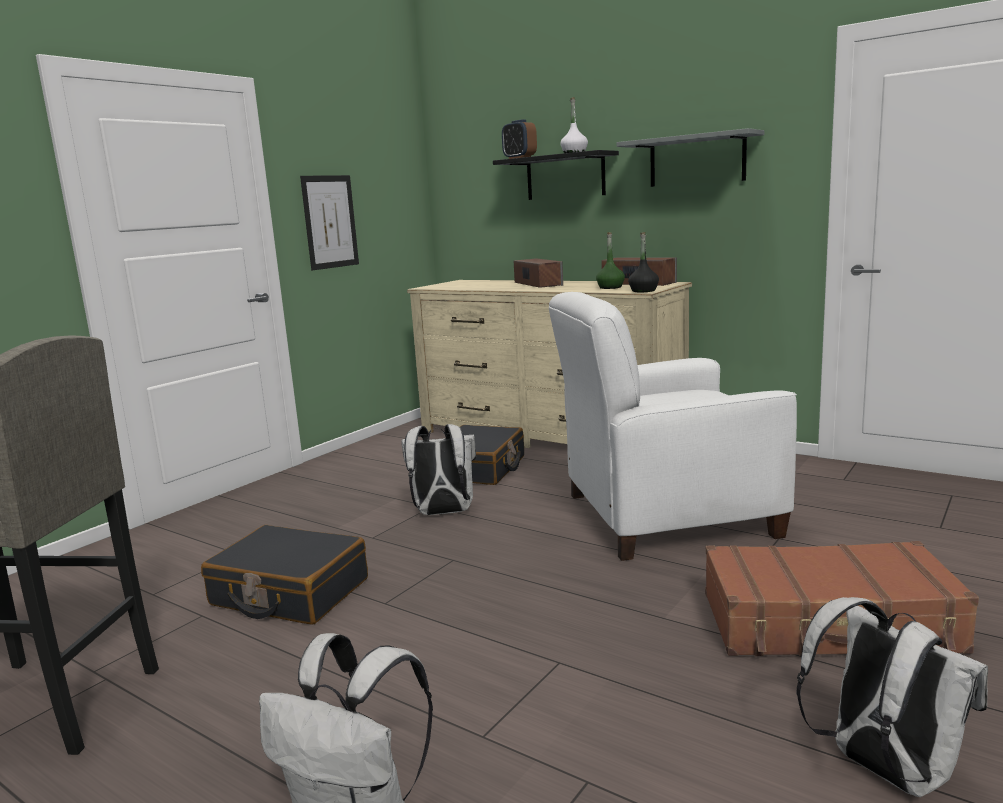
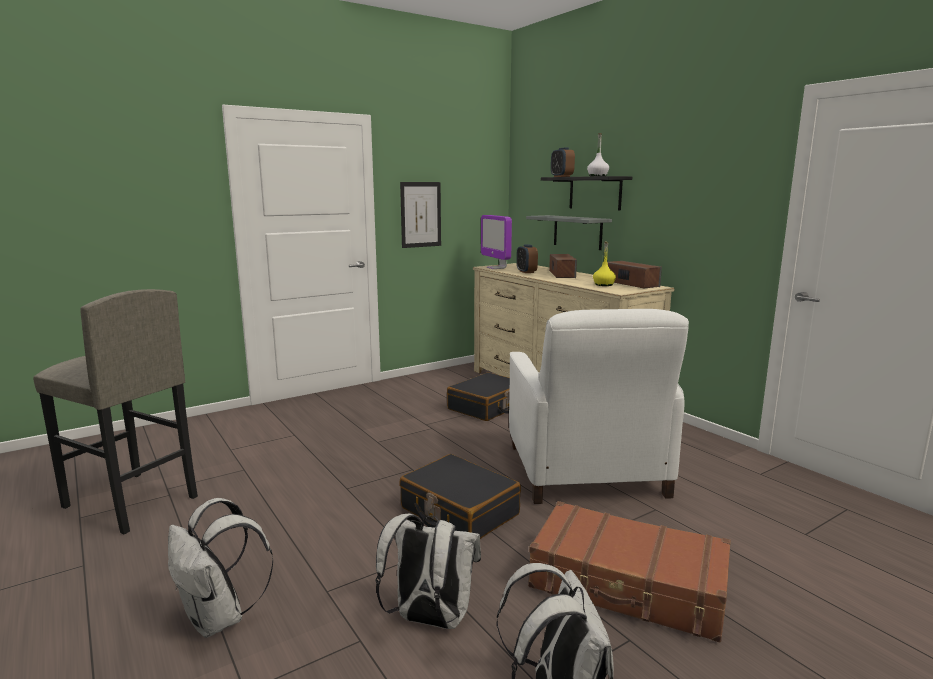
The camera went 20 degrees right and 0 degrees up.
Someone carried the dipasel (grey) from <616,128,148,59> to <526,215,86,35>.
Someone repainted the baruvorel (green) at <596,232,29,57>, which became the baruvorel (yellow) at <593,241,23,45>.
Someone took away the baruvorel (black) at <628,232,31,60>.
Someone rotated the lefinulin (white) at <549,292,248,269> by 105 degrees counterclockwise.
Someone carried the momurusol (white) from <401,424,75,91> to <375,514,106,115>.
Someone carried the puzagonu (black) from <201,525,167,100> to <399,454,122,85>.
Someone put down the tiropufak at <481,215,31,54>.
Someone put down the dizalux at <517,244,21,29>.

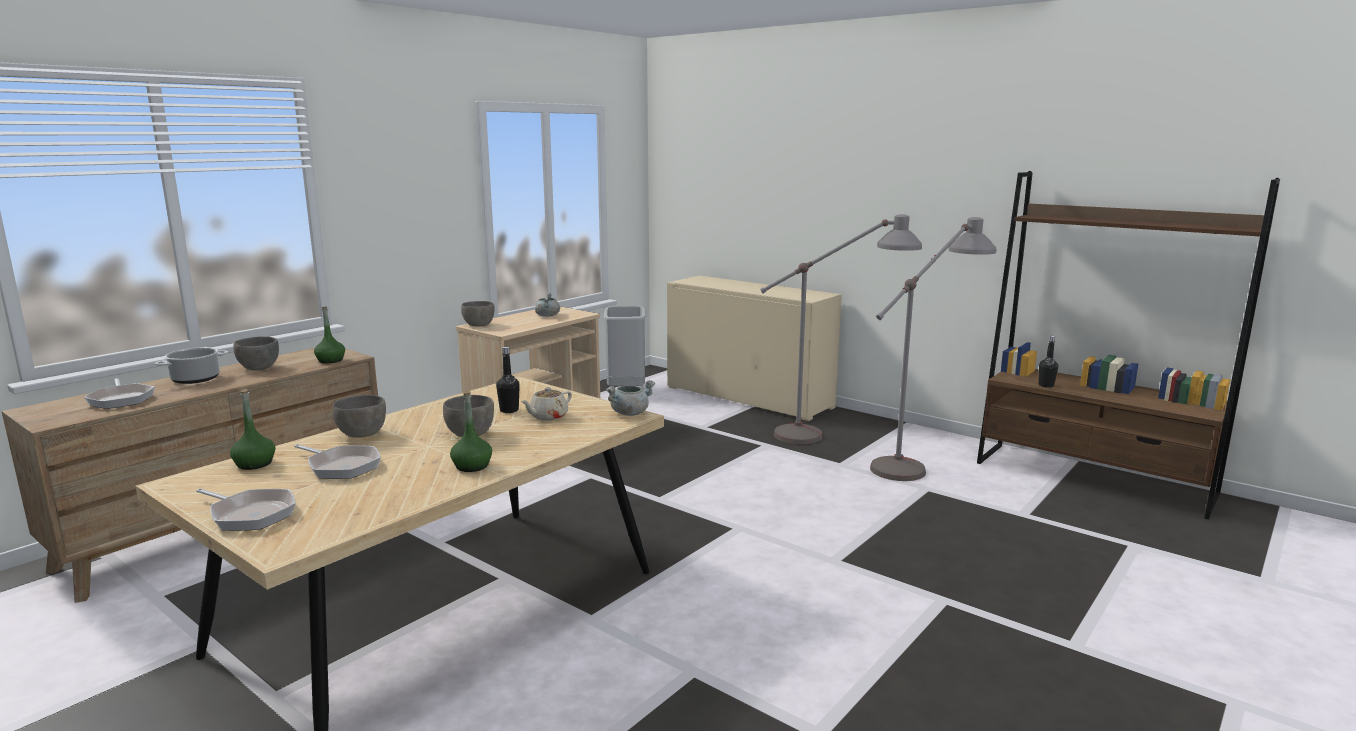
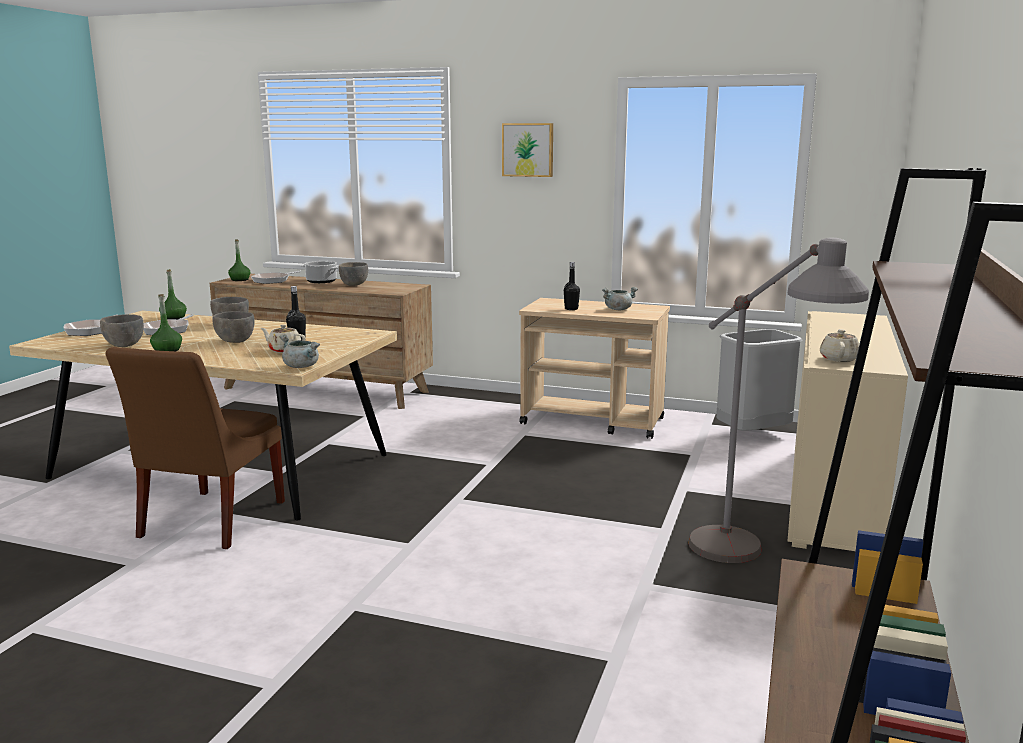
The camera went 70 degrees right and 0 degrees up.
Someone took away the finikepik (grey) at <870,217,126,264>.
Someone carried the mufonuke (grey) from <461,301,34,25> to <100,314,44,33>.
Someone carried the baruvorel (green) from <314,306,31,57> to <228,239,22,42>.
Someone carried the baruvorel (black) from <1038,336,20,52> to <564,262,16,48>.
Someone put up the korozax at <502,123,51,54>.
Someone put down the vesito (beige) at <820,329,39,33>.
Someone put down the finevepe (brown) at <106,347,179,202>.

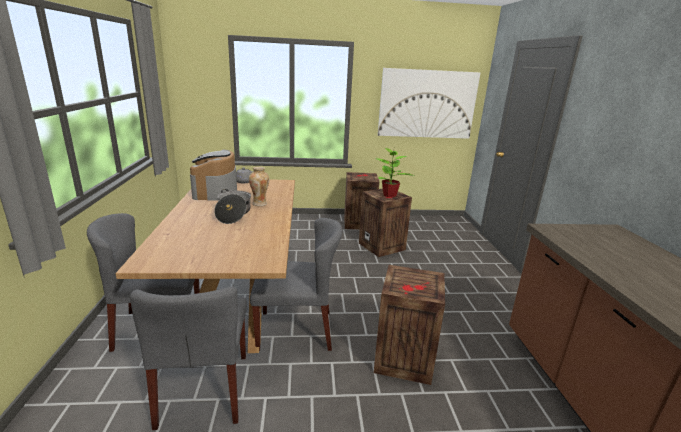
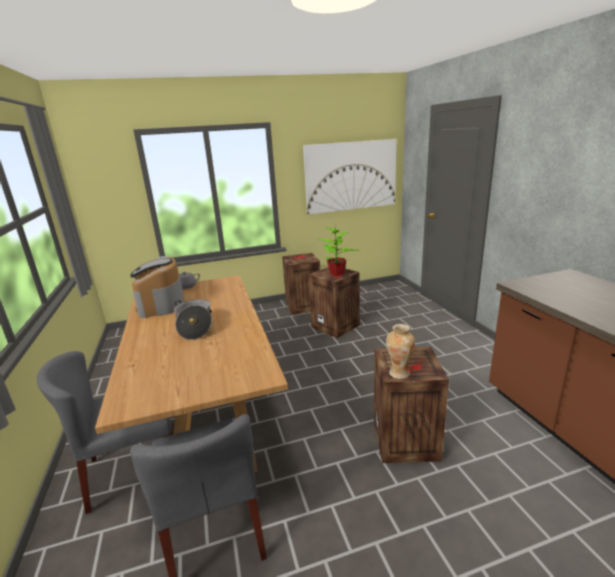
The camera went 10 degrees left and 0 degrees up.
Someone carried the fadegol from <249,167,20,39> to <386,324,29,55>.
Someone took away the finevepe (grey) at <250,218,93,133>.

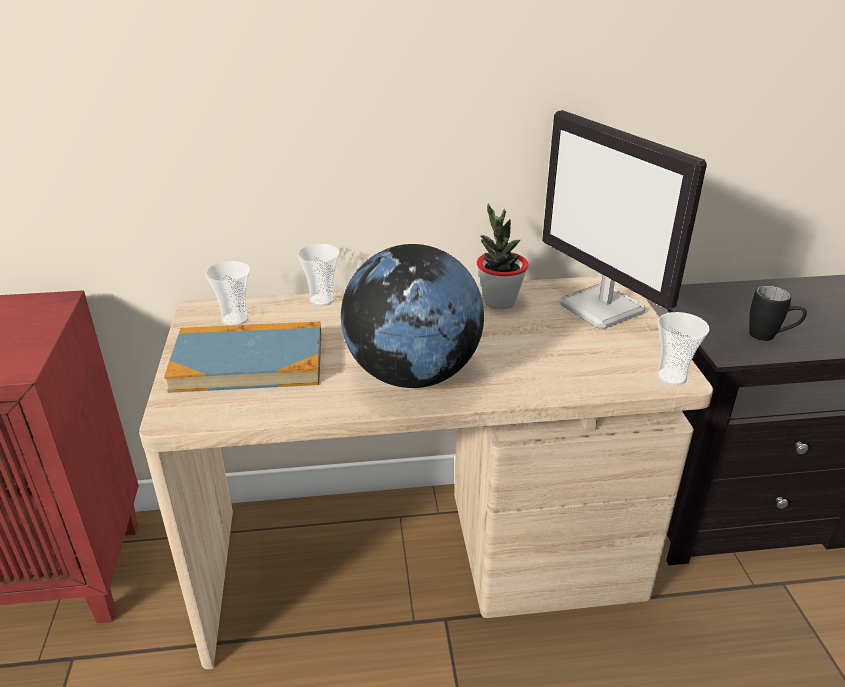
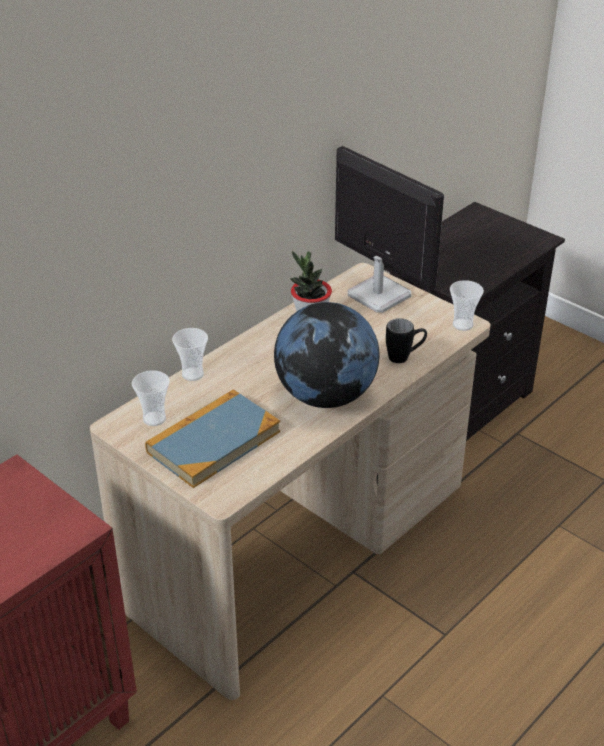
The camera went 40 degrees left and 5 degrees up.
Someone rotated the tiropufak at <542,110,165,219> by 150 degrees counterclockwise.
Someone carried the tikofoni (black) from <749,286,58,55> to <386,318,41,45>.

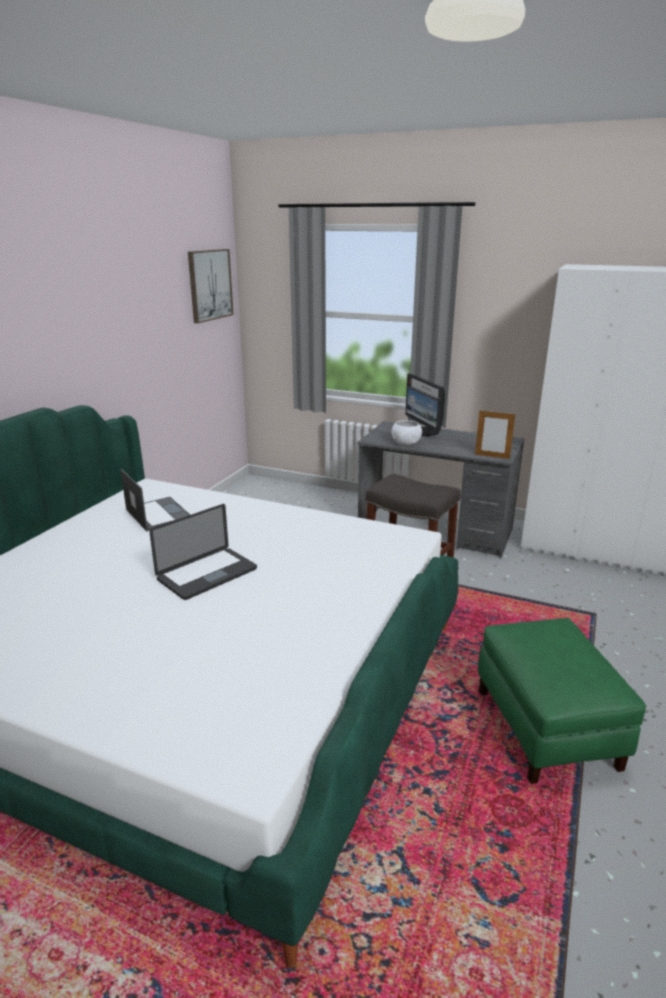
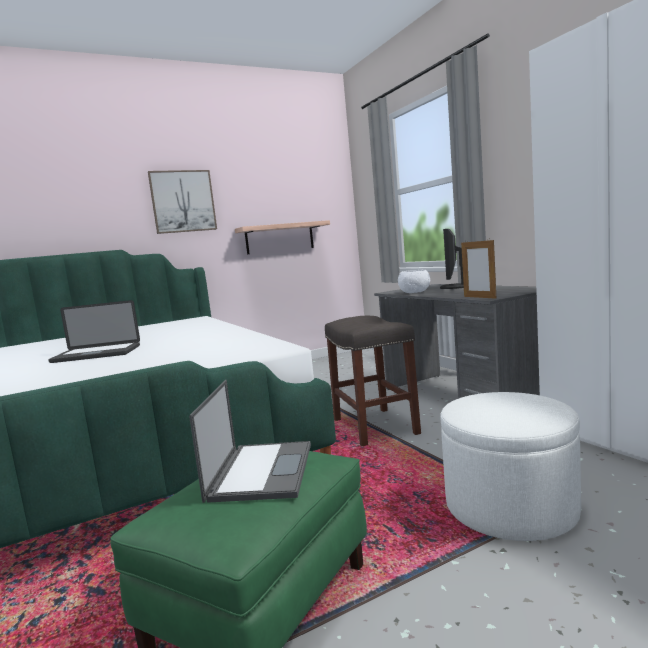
The camera went 40 degrees right and 15 degrees down.
Someone carried the korozax from <188,249,46,74> to <148,170,69,64>.
Someone carried the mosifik from <120,469,70,63> to <189,380,122,123>.
Someone put up the dipasel at <235,220,95,34>.
Someone put down the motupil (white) at <440,392,141,149>.

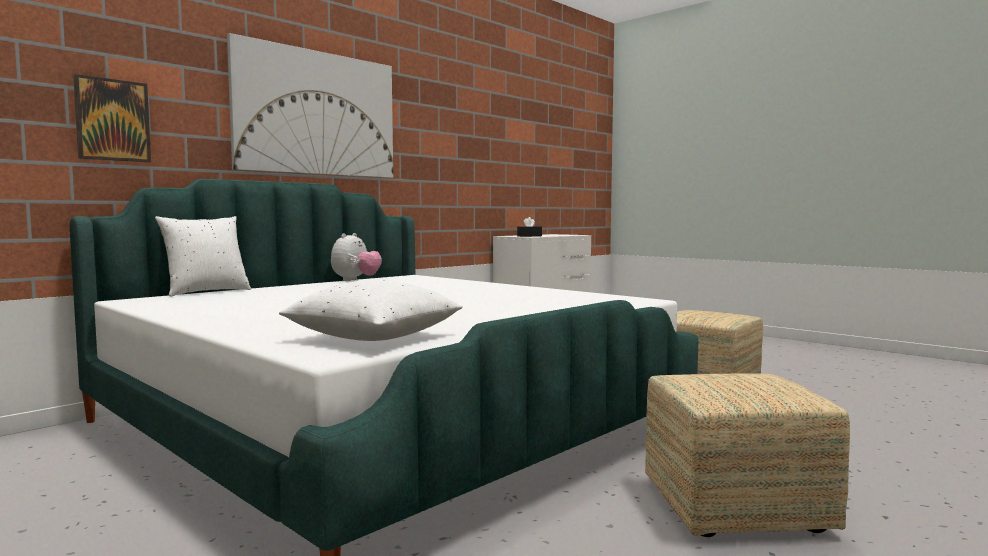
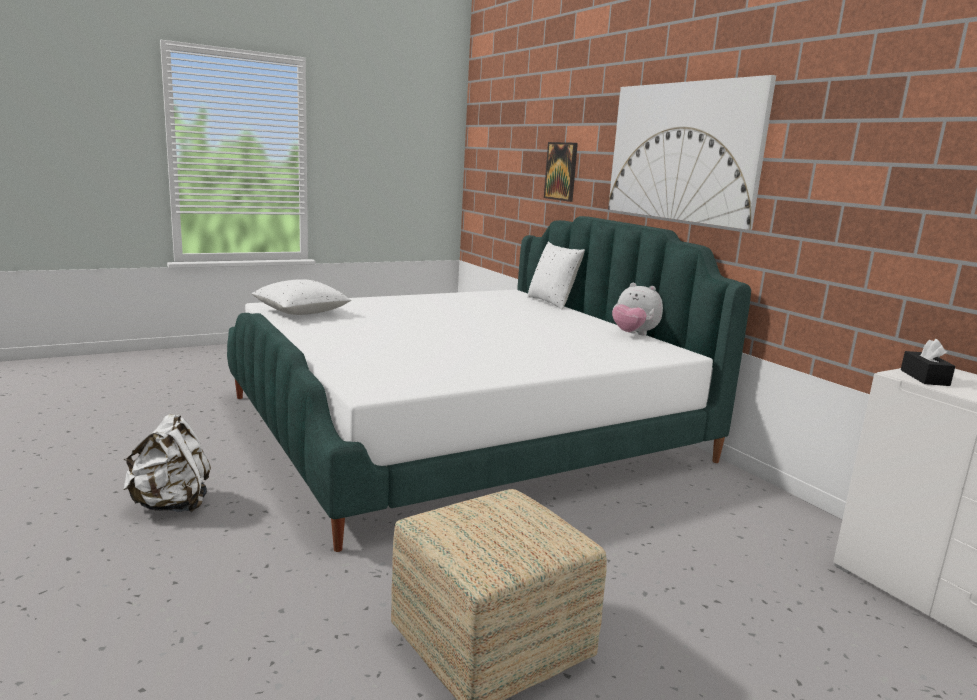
The camera went 105 degrees right and 10 degrees up.
Someone swapped the motupil at <645,373,205,164> for the momurusol (white) at <123,414,88,98>.

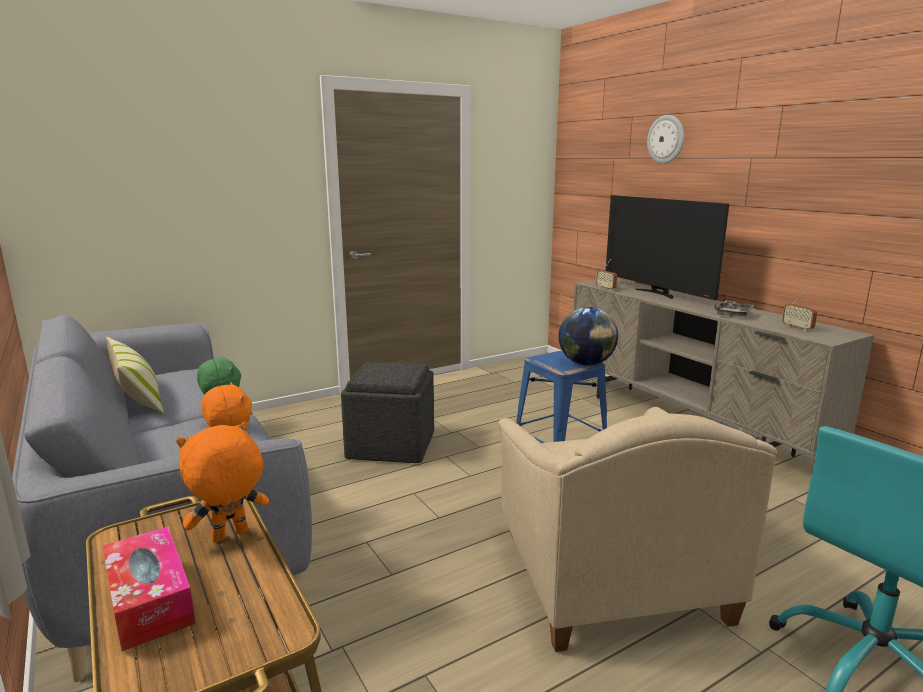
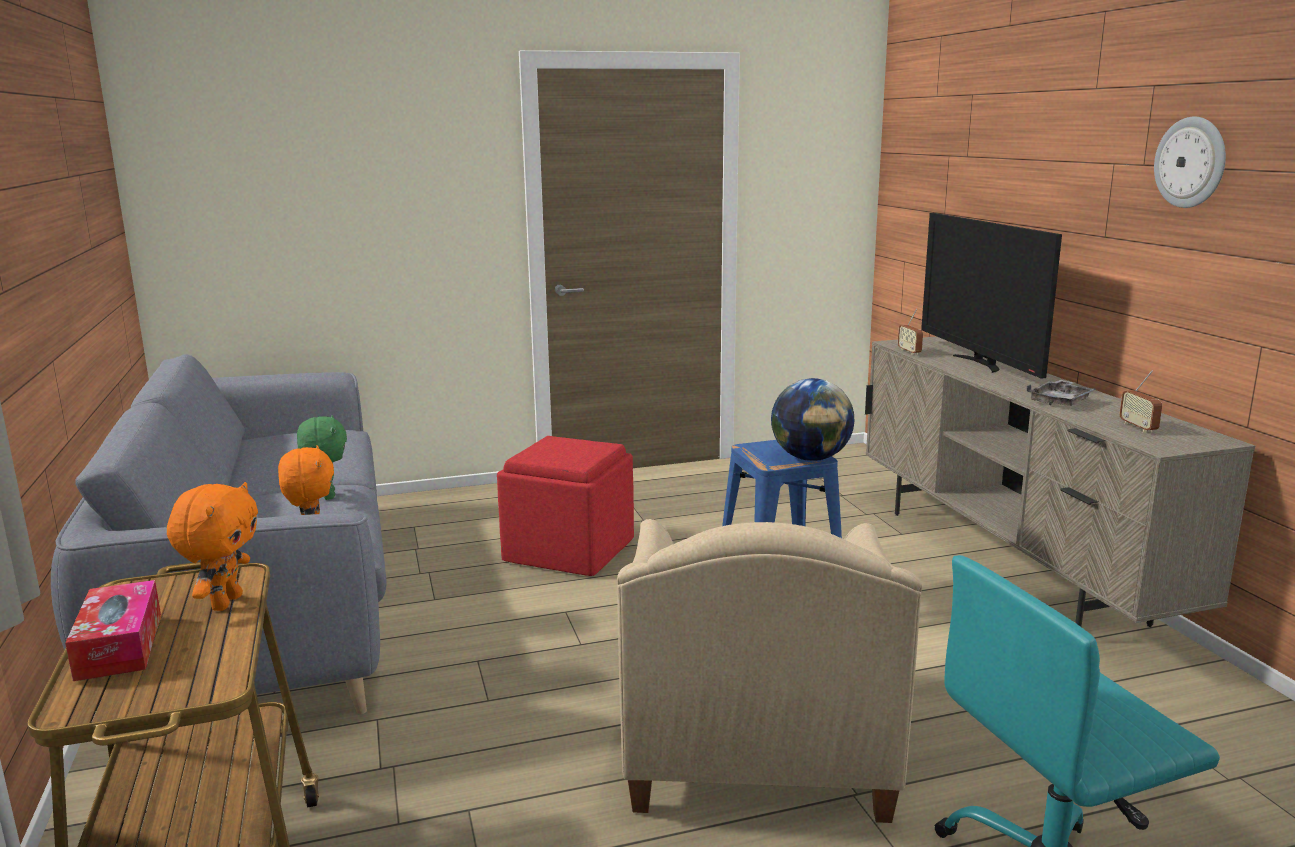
The camera went 15 degrees right and 0 degrees up.
Someone carried the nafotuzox from <647,115,37,49> to <1154,117,72,91>.
Someone took away the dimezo at <105,336,59,78>.
Someone repainted the motupil (grey) at <341,362,93,101>, which became the motupil (red) at <497,436,137,140>.
Someone rotated the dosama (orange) at <176,422,93,121> by 120 degrees clockwise.

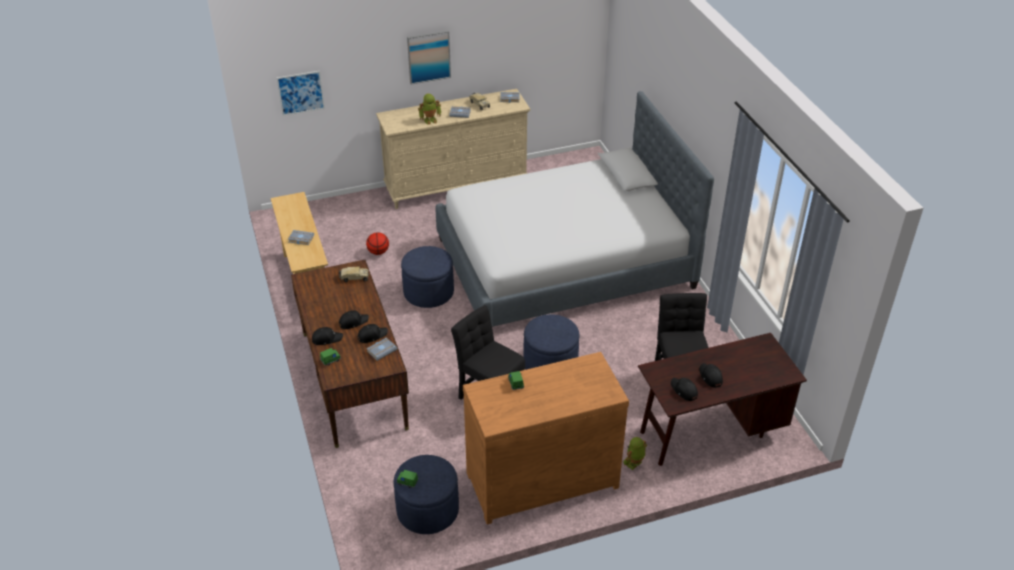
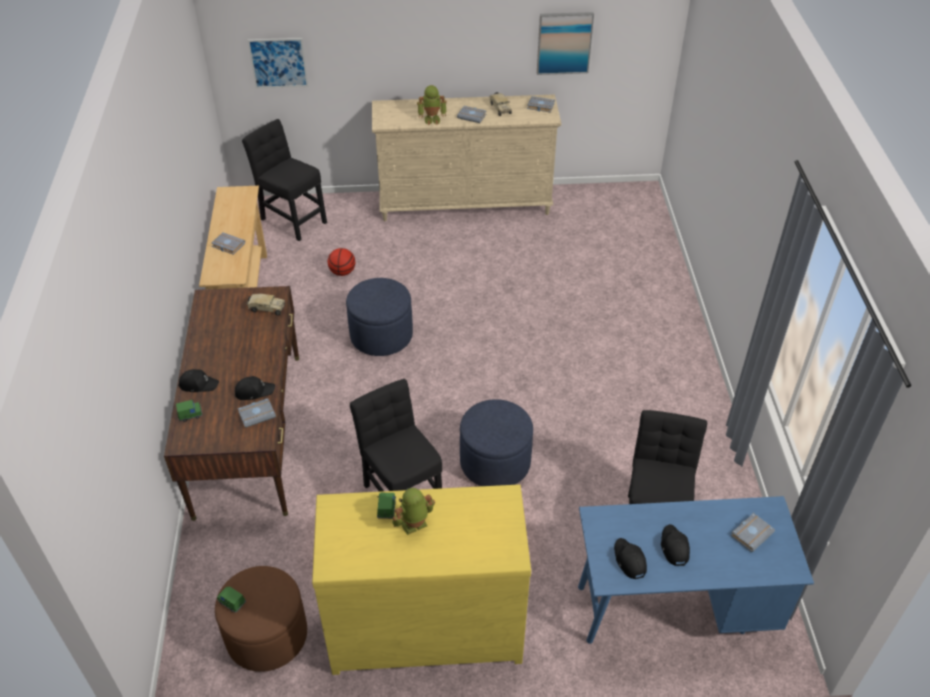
The camera went 15 degrees right and 5 degrees up.
Someone carried the korozax from <407,30,44,54> to <537,12,57,63>.
Someone took away the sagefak at <435,91,279,236>.
Someone took away the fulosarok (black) at <339,310,30,19>.
Someone repainted the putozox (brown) at <638,333,169,133>, which became the putozox (blue) at <578,496,236,148>.
Someone repainted the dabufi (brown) at <463,352,166,173>, which became the dabufi (yellow) at <312,484,219,191>.
Someone carried the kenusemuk from <623,437,24,33> to <392,488,43,47>.
Someone repainted the motupil (blue) at <394,455,65,79>, which became the motupil (brown) at <215,566,92,106>.
Someone put down the finevepe (black) at <242,119,85,122>.
Someone put down the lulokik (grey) at <731,513,44,39>.

